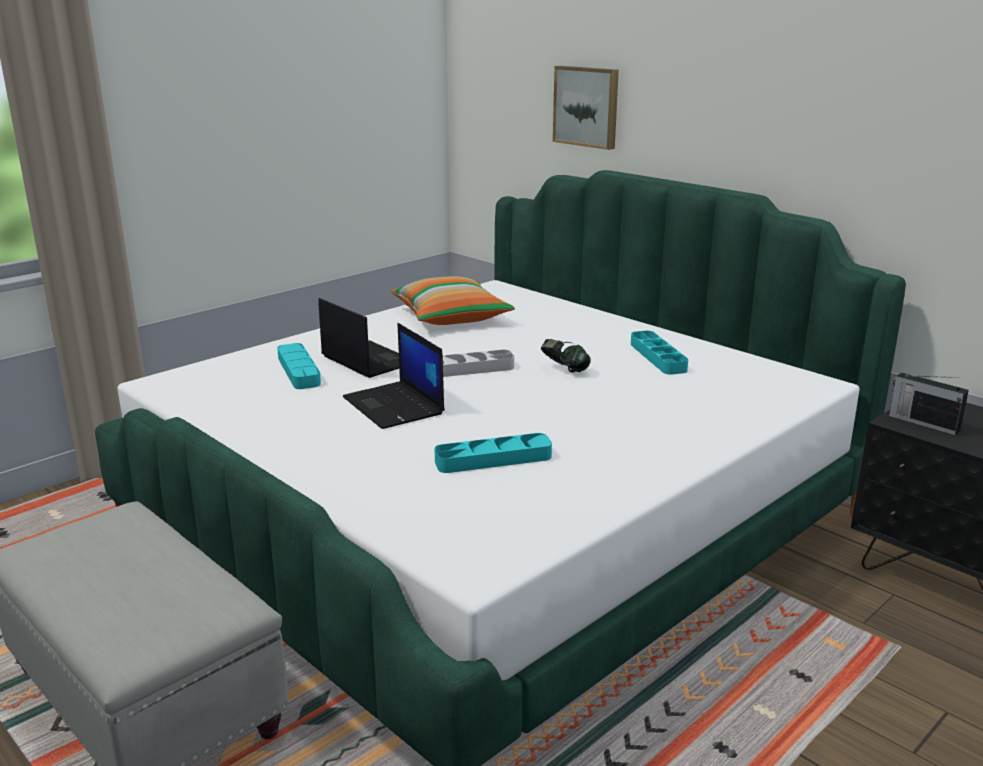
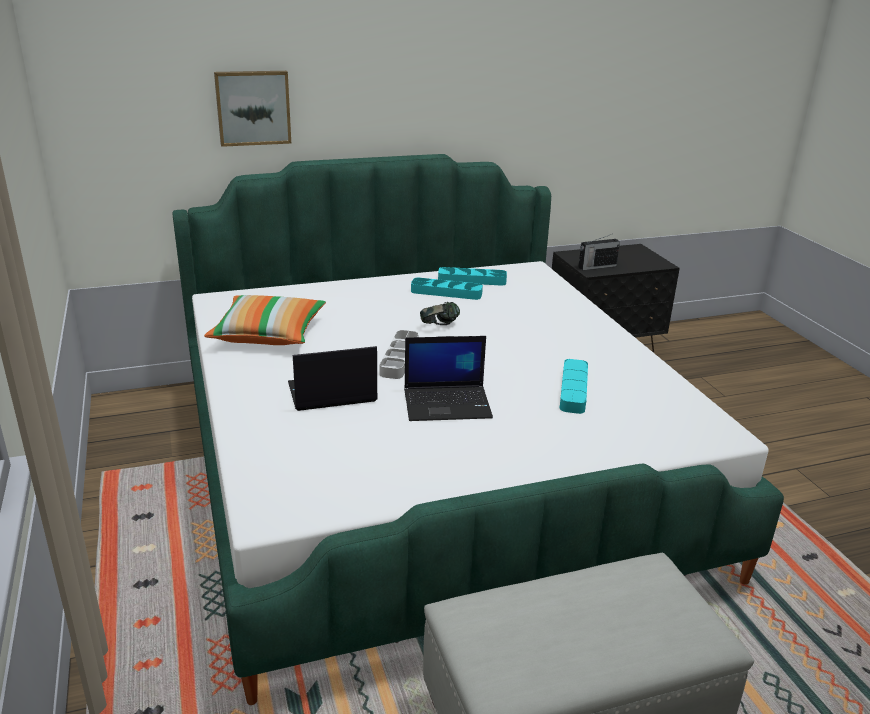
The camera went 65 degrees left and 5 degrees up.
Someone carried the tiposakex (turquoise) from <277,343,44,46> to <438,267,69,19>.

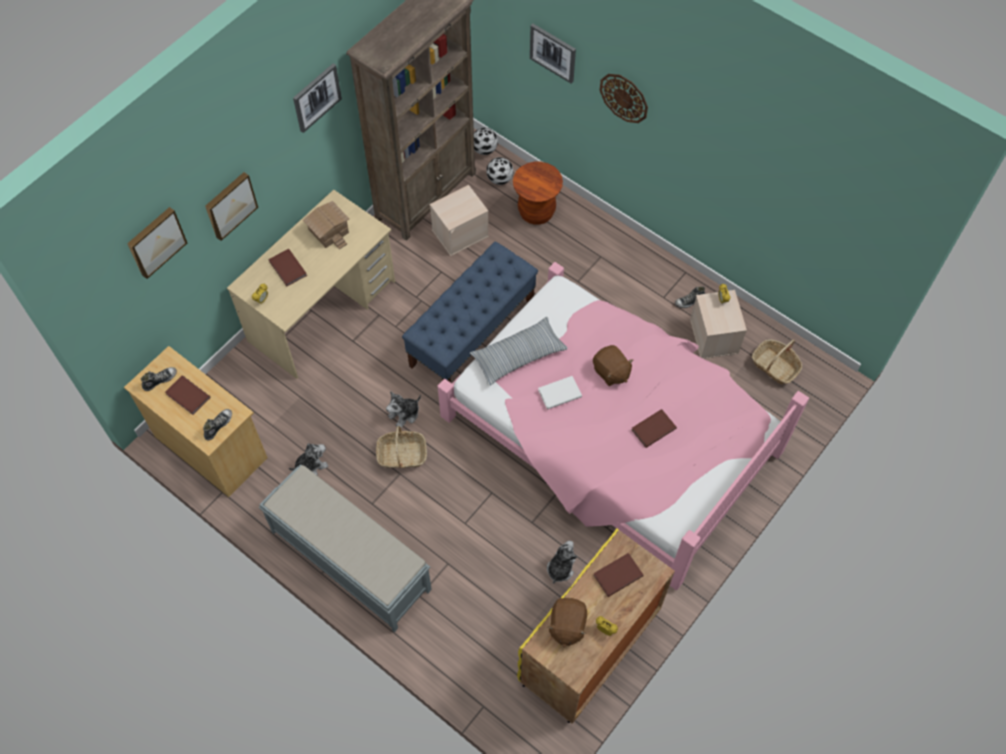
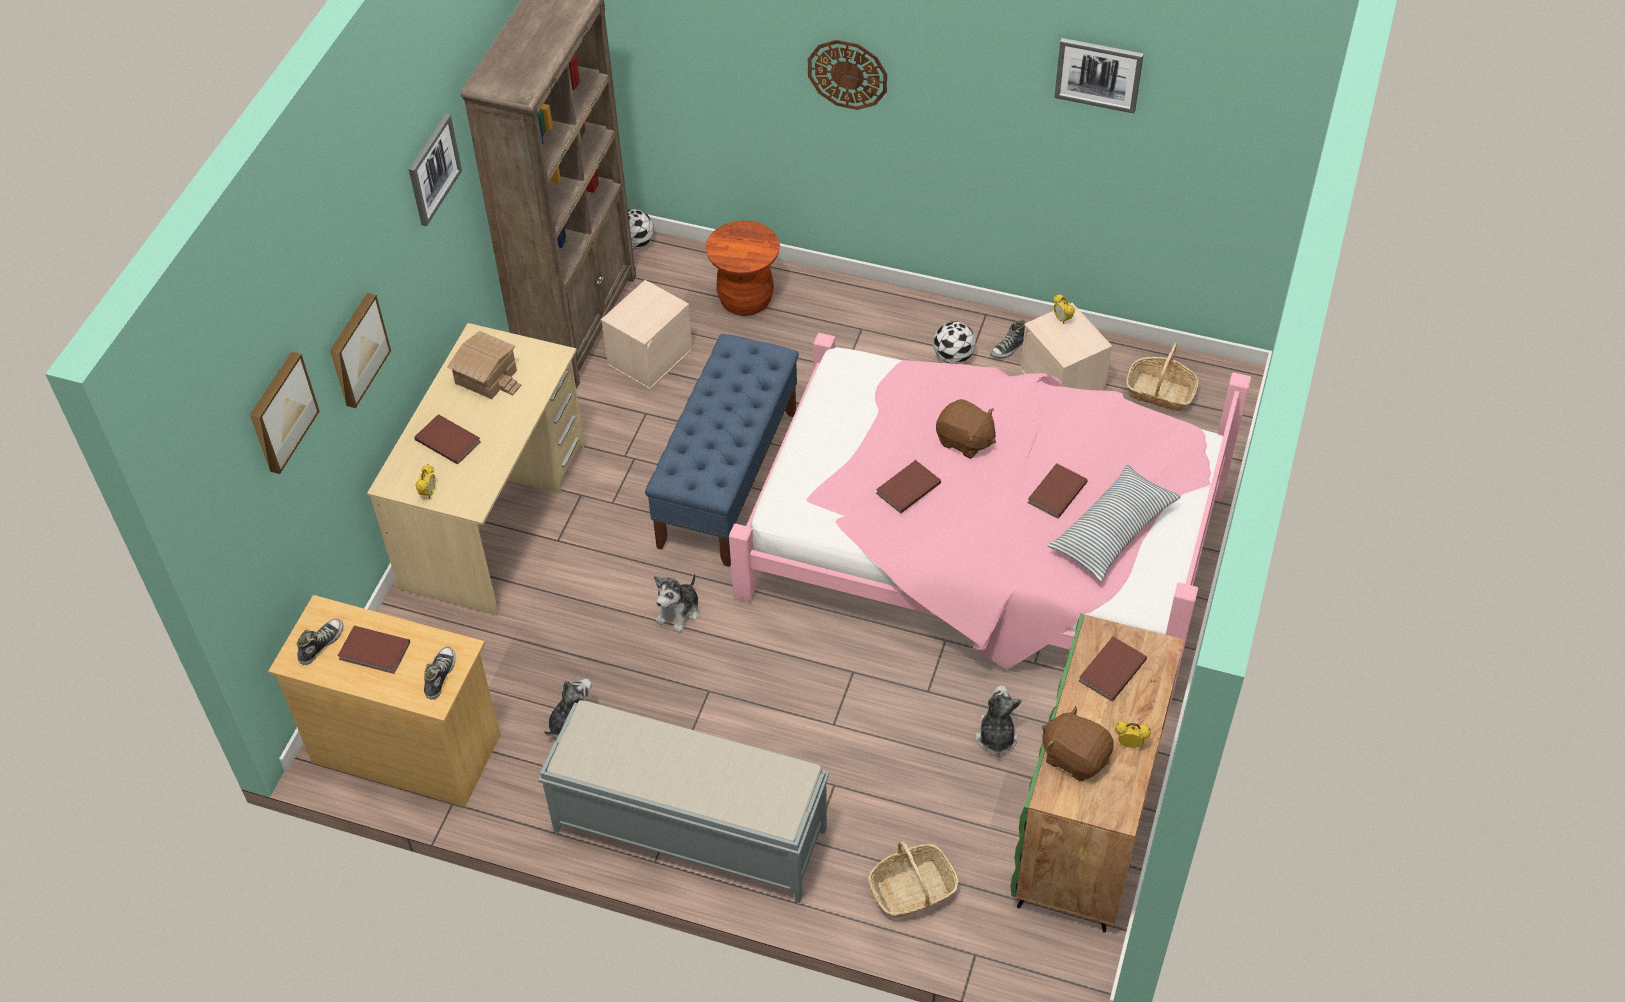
The camera went 20 degrees left and 10 degrees down.
Someone carried the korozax from <530,23,46,61> to <1054,38,90,75>.
Someone carried the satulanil from <486,157,28,28> to <933,321,43,43>.
Someone carried the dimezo from <470,317,98,69> to <1048,464,133,117>.
Someone repainted the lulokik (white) at <538,376,44,34>, which became the lulokik (brown) at <876,460,65,53>.
Someone carried the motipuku from <376,426,51,42> to <868,841,91,77>.
Someone repainted the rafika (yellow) at <517,529,158,195>, which became the rafika (green) at <1010,613,174,320>.
Someone rotated the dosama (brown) at <548,598,39,50> by 135 degrees clockwise.

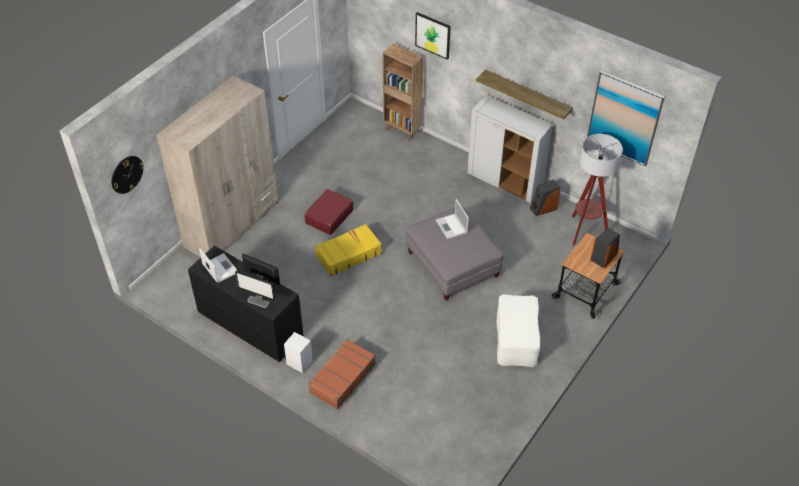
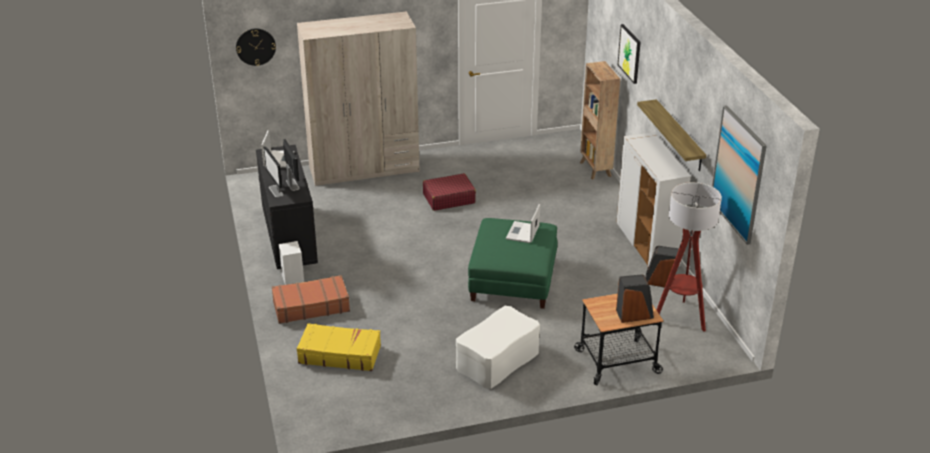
The camera went 40 degrees right and 15 degrees down.
Someone repainted the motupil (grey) at <406,206,98,94>, which became the motupil (green) at <468,218,90,91>.
Someone carried the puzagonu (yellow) from <315,224,67,52> to <297,323,84,48>.

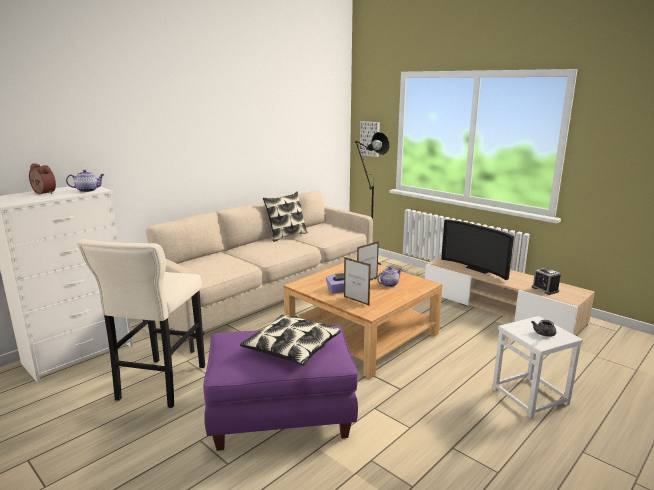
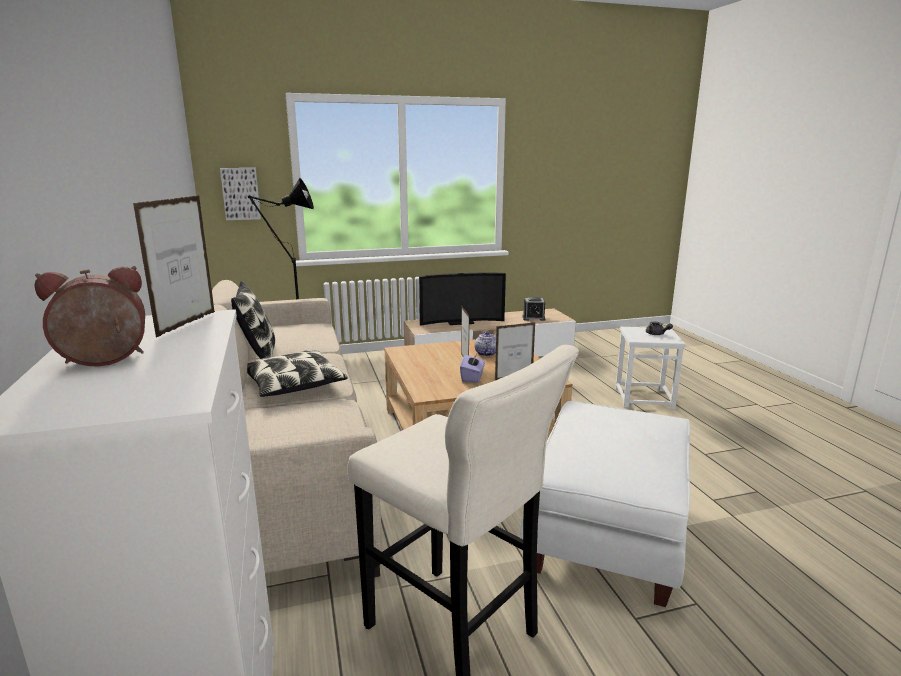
The camera went 60 degrees left and 0 degrees up.
Someone swapped the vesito at <66,170,39,22> for the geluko at <133,195,82,142>.
Someone carried the dimezo from <240,315,101,51> to <247,350,101,47>.
Someone repainted the motupil (purple) at <203,325,155,126>, which became the motupil (white) at <520,401,170,206>.

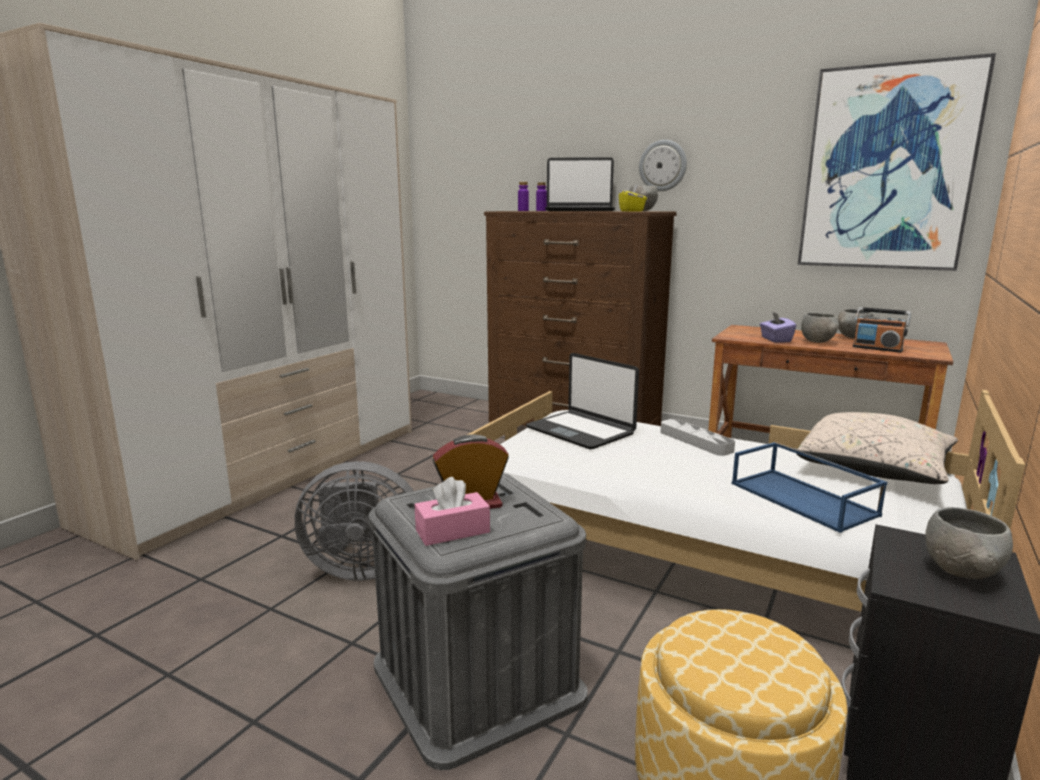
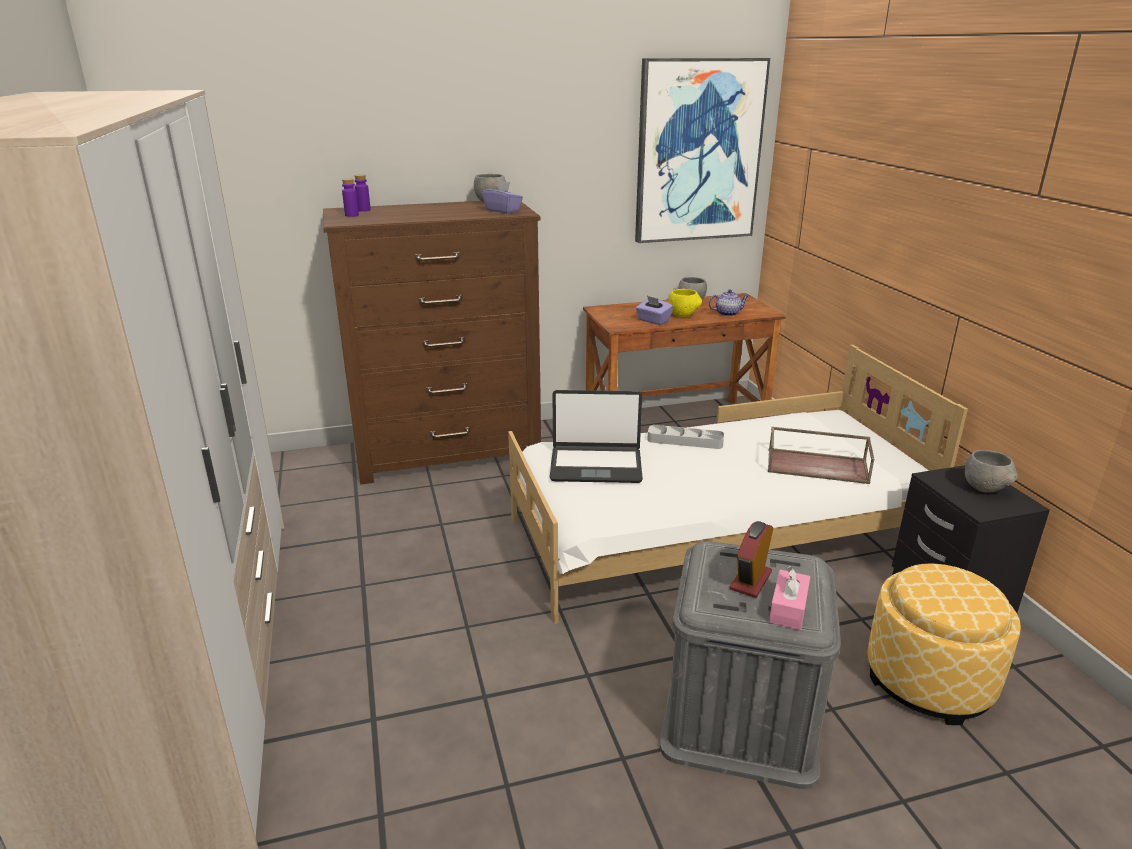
The camera went 45 degrees left and 10 degrees up.
Someone took away the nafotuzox at <639,140,48,51>.
Someone took away the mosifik at <545,157,70,54>.
Someone repainted the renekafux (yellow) at <619,185,28,26>, which became the renekafux (purple) at <482,181,41,33>.
Someone swapped the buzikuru at <853,307,58,46> for the vesito at <709,290,40,26>.
Someone repainted the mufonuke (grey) at <801,313,38,30>, which became the mufonuke (yellow) at <669,289,33,28>.
Someone took away the dimezo (beige) at <796,412,162,72>.
Someone repainted the tiposakex (blue) at <732,442,155,91>, which became the tiposakex (brown) at <768,427,106,57>.
Someone took away the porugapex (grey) at <295,461,118,120>.

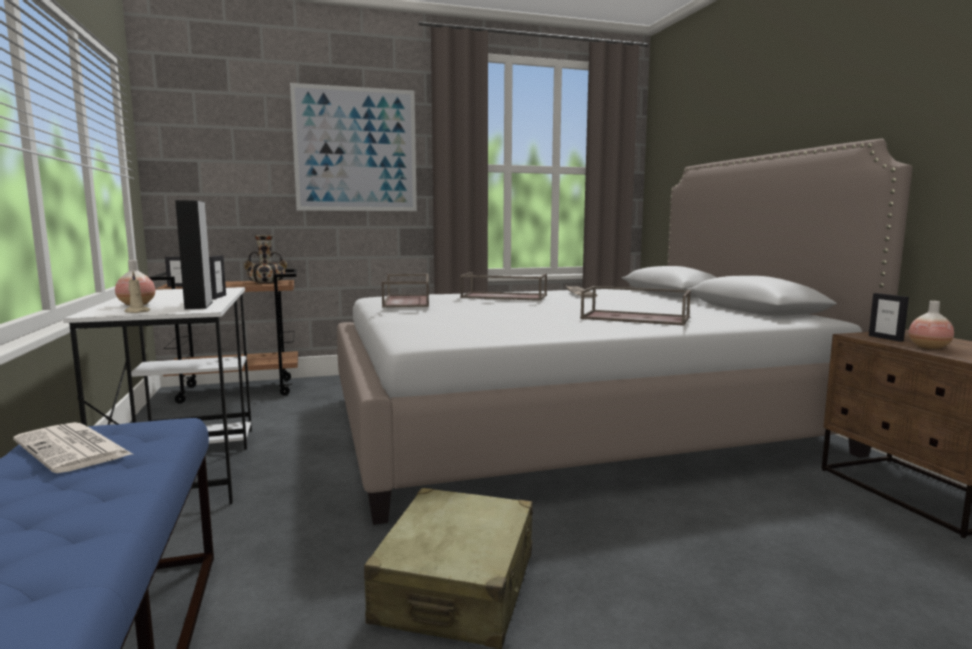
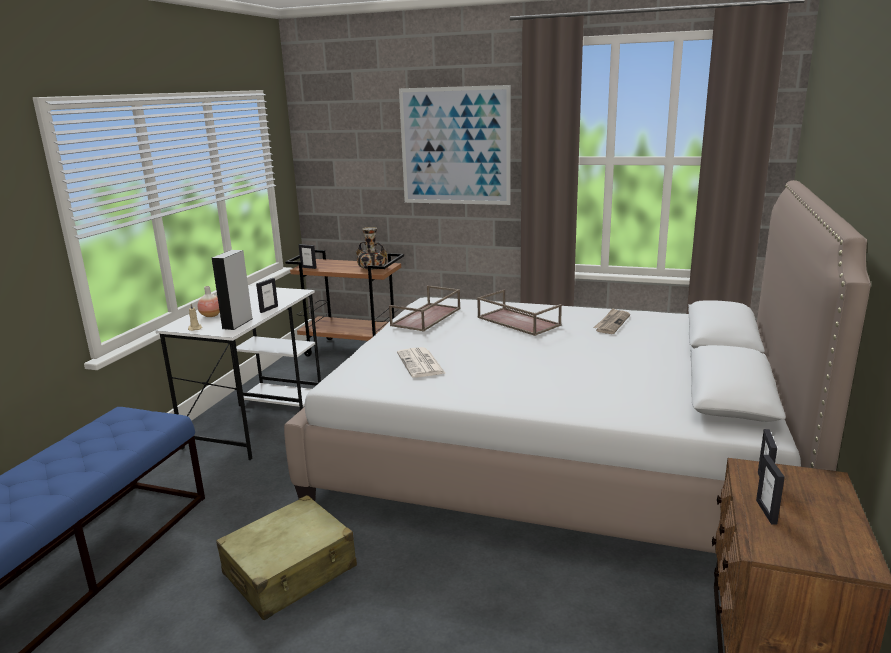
The camera went 35 degrees right and 10 degrees up.
Someone took away the tiposakex (brown) at <580,286,111,40>.
Someone swapped the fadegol at <909,301,45,48> for the geluko at <756,455,29,69>.
Someone carried the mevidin from <13,422,119,51> to <397,347,48,30>.

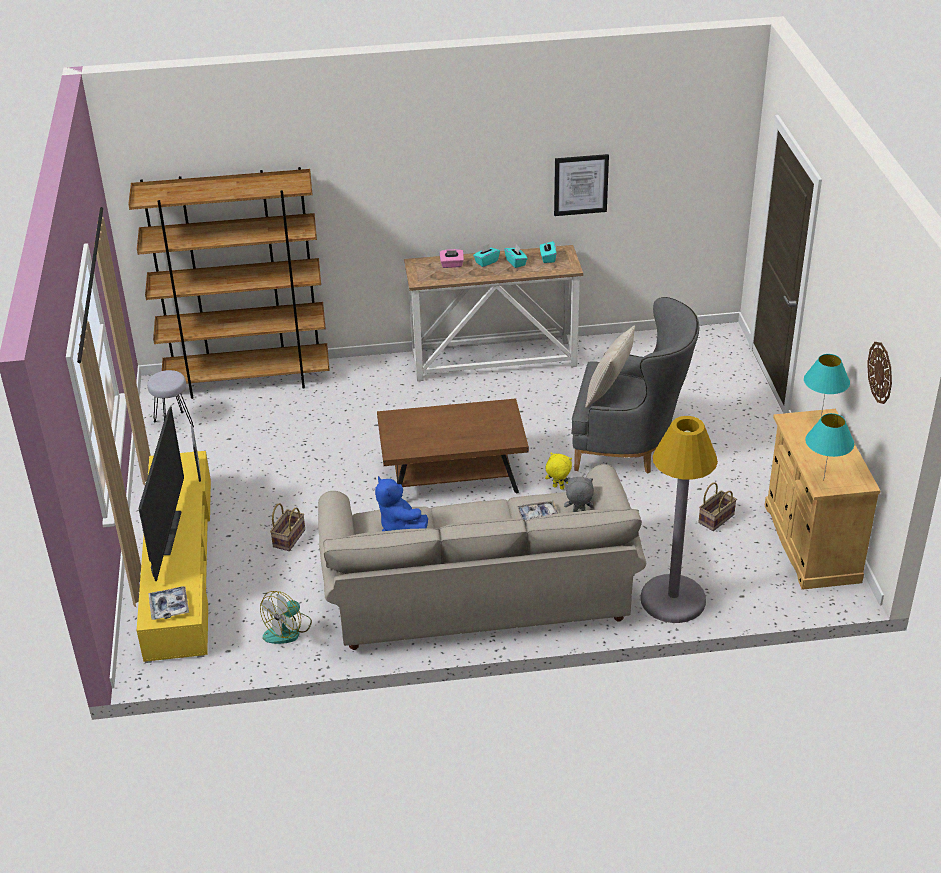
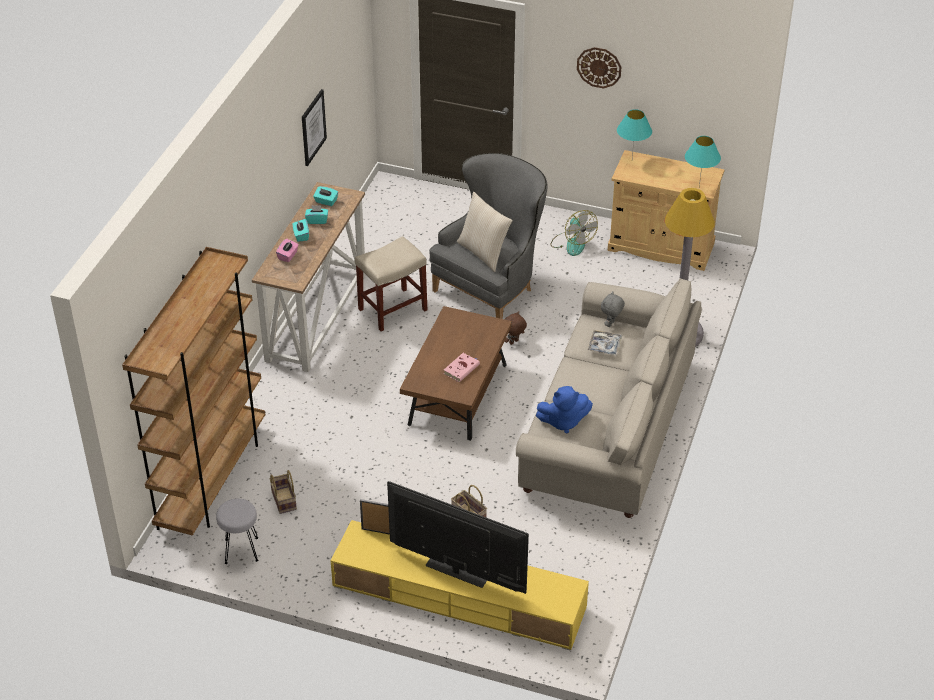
The camera went 65 degrees left and 5 degrees up.
Someone carried the nafotuzox from <867,342,25,62> to <577,47,44,42>.
Someone repainted the dosama (yellow) at <545,452,27,38>, which became the dosama (brown) at <504,311,23,34>.
Someone carried the motipuku from <698,482,39,49> to <270,470,27,44>.
Someone took away the tiposakex at <148,586,41,34>.
Someone carried the porugapex from <260,591,52,53> to <550,210,48,46>.
Someone put down the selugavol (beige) at <355,236,72,95>.
Someone put down the lulokik (pink) at <443,353,37,29>.

